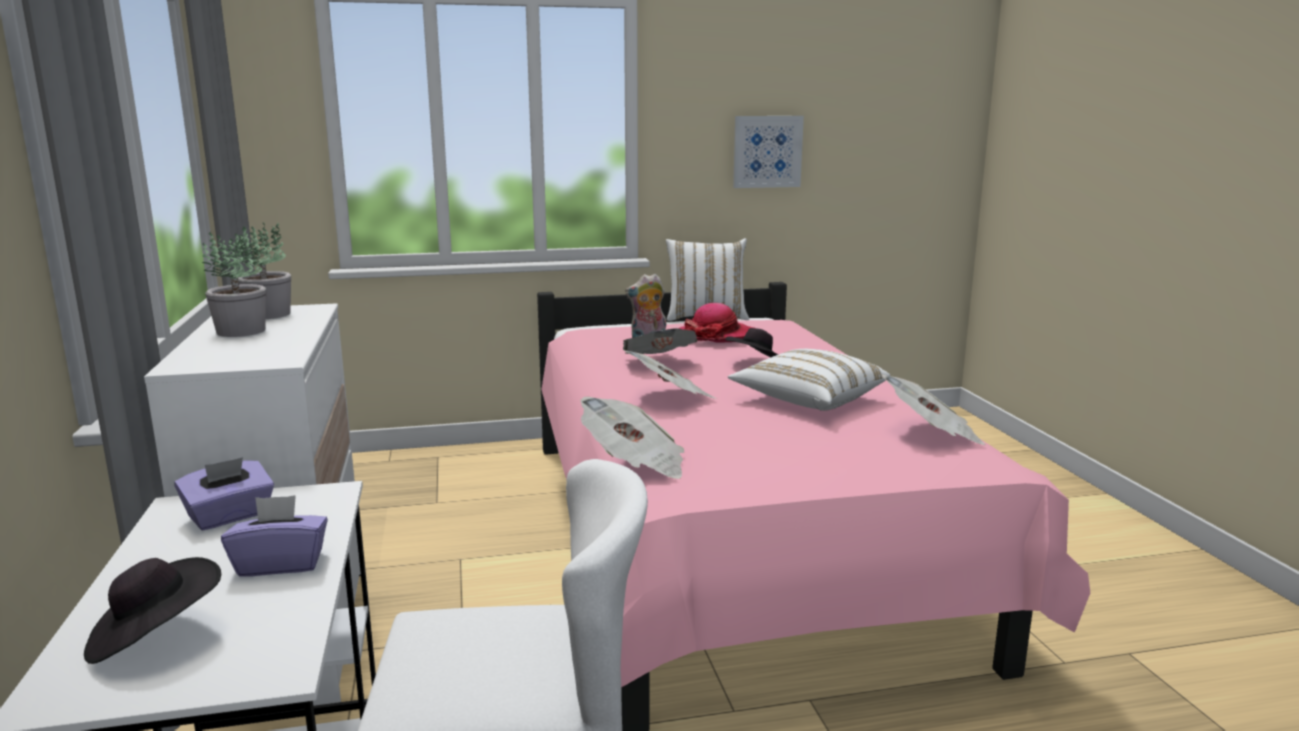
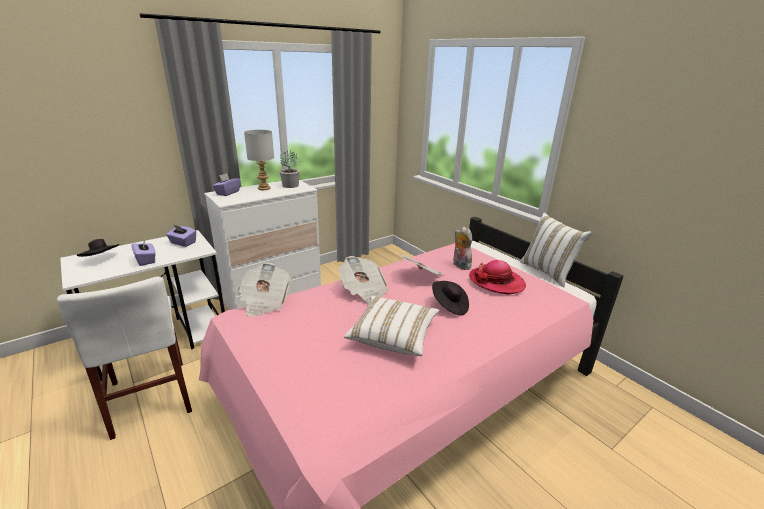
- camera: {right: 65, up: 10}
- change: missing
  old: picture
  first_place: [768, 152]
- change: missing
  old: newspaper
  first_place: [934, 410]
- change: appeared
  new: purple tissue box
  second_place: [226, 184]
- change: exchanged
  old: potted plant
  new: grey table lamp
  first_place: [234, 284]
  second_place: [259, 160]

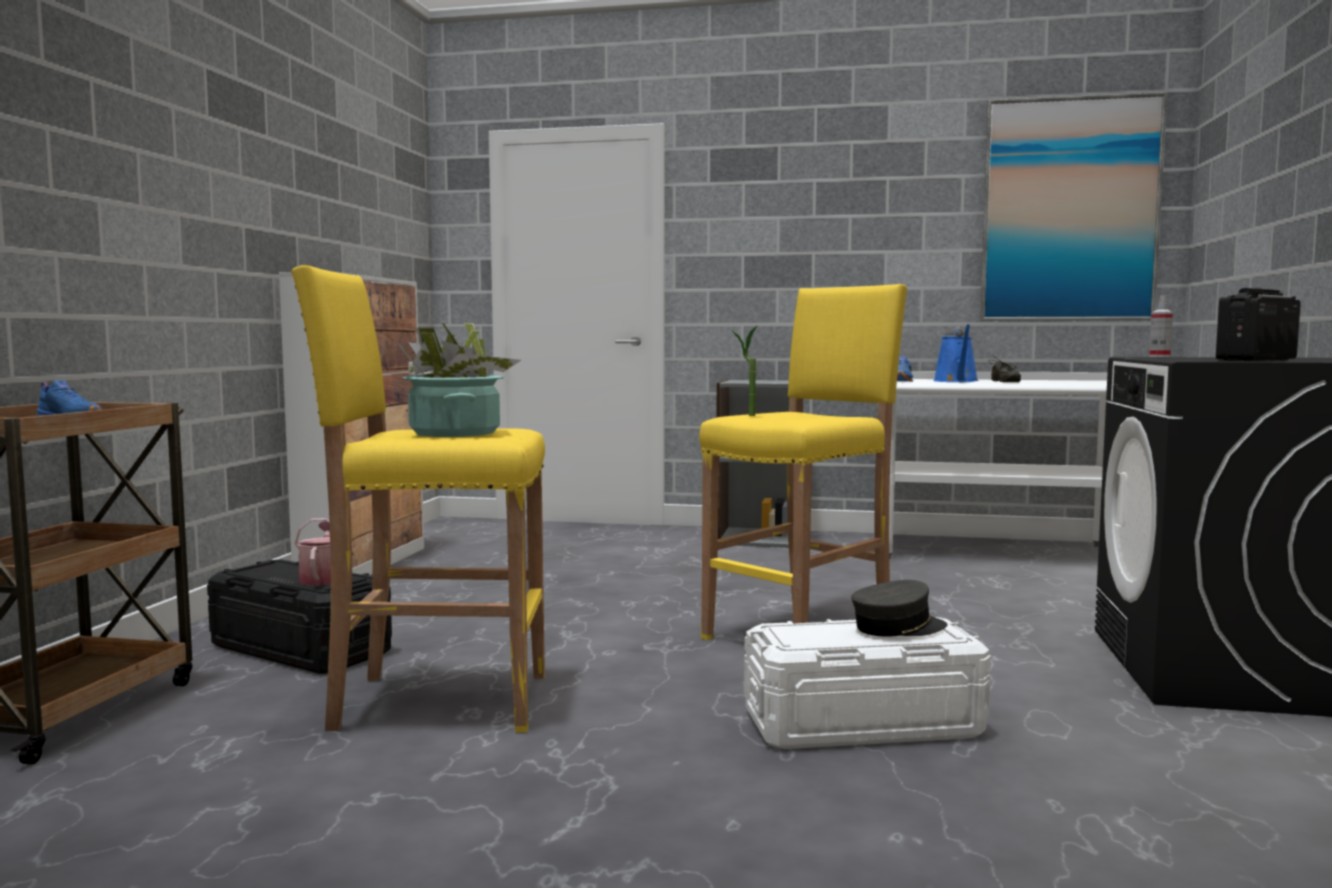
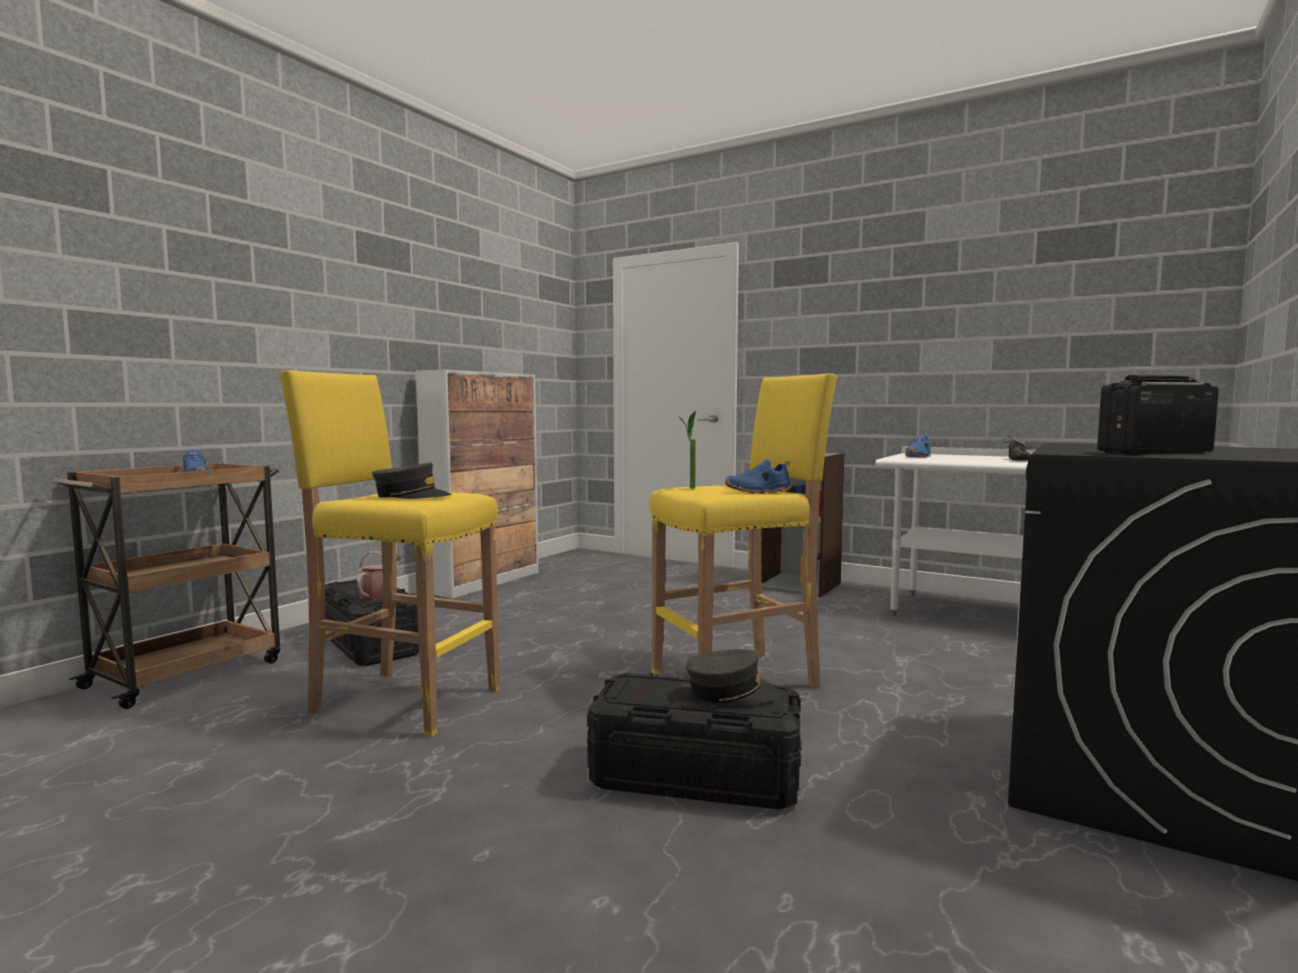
- camera: {right: 20, up: 0}
- change: missing
  old: blue watering can
  first_place: [955, 353]
- change: missing
  old: picture
  first_place: [1073, 206]
- change: missing
  old: spray bottle
  first_place: [1161, 326]
- change: appeared
  new: blue shoe
  second_place: [758, 477]
- change: exchanged
  old: potted plant
  new: grey cap
  first_place: [460, 380]
  second_place: [412, 480]
- change: colour
  old: white storage box
  new: black storage box
  first_place: [867, 683]
  second_place: [694, 741]

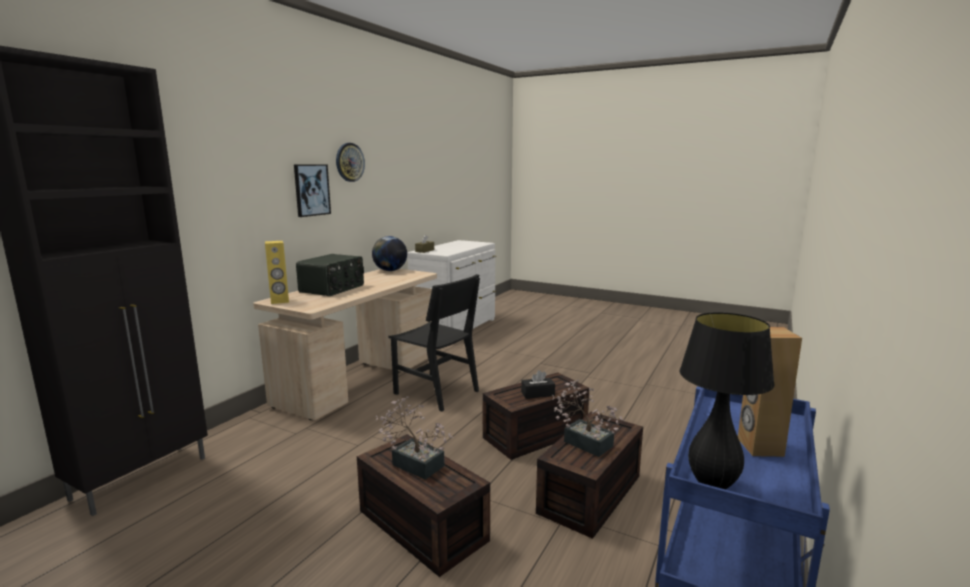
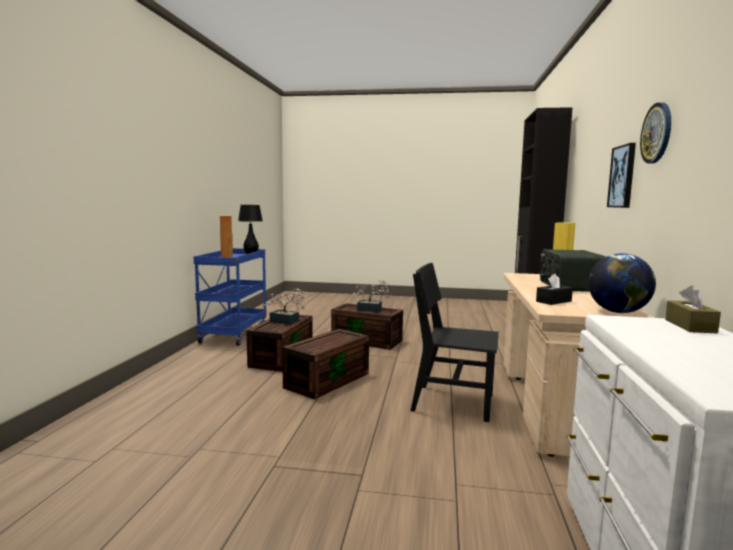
- camera: {right: 160, up: -5}
- change: relocated
  old: black tissue box
  first_place: [538, 384]
  second_place: [554, 289]

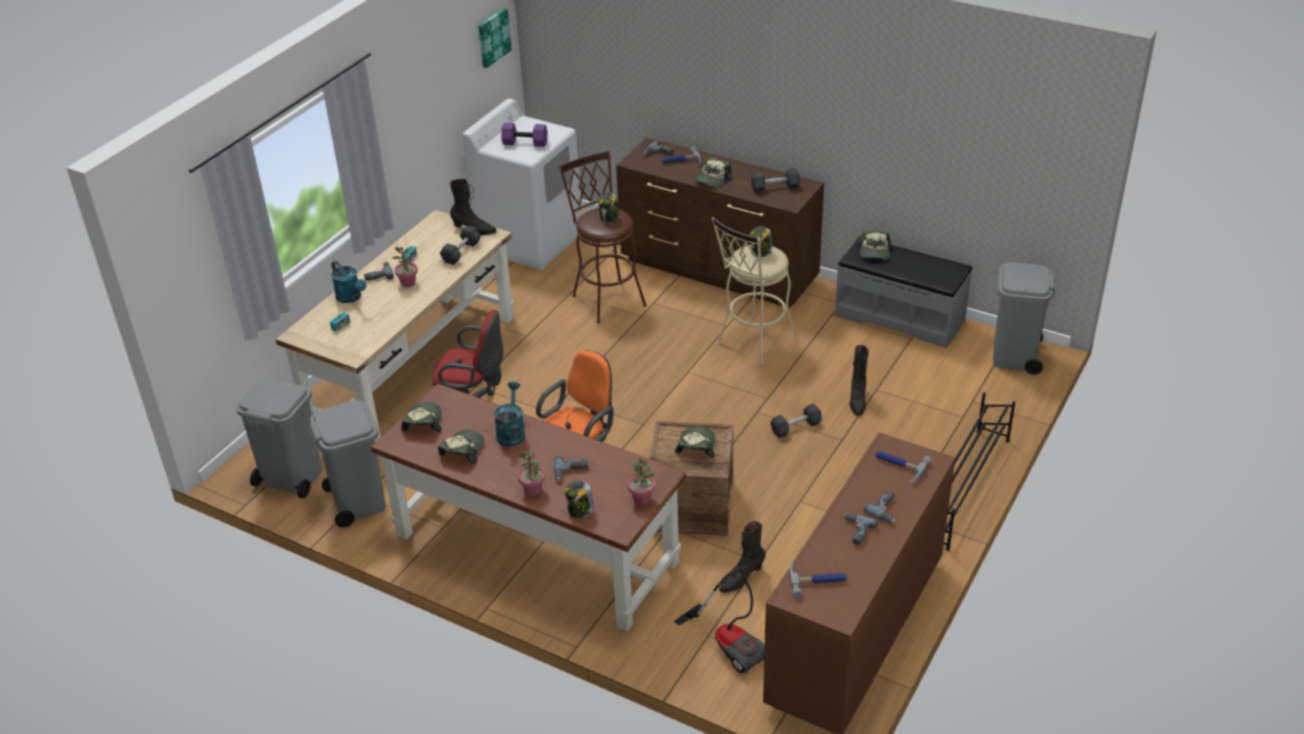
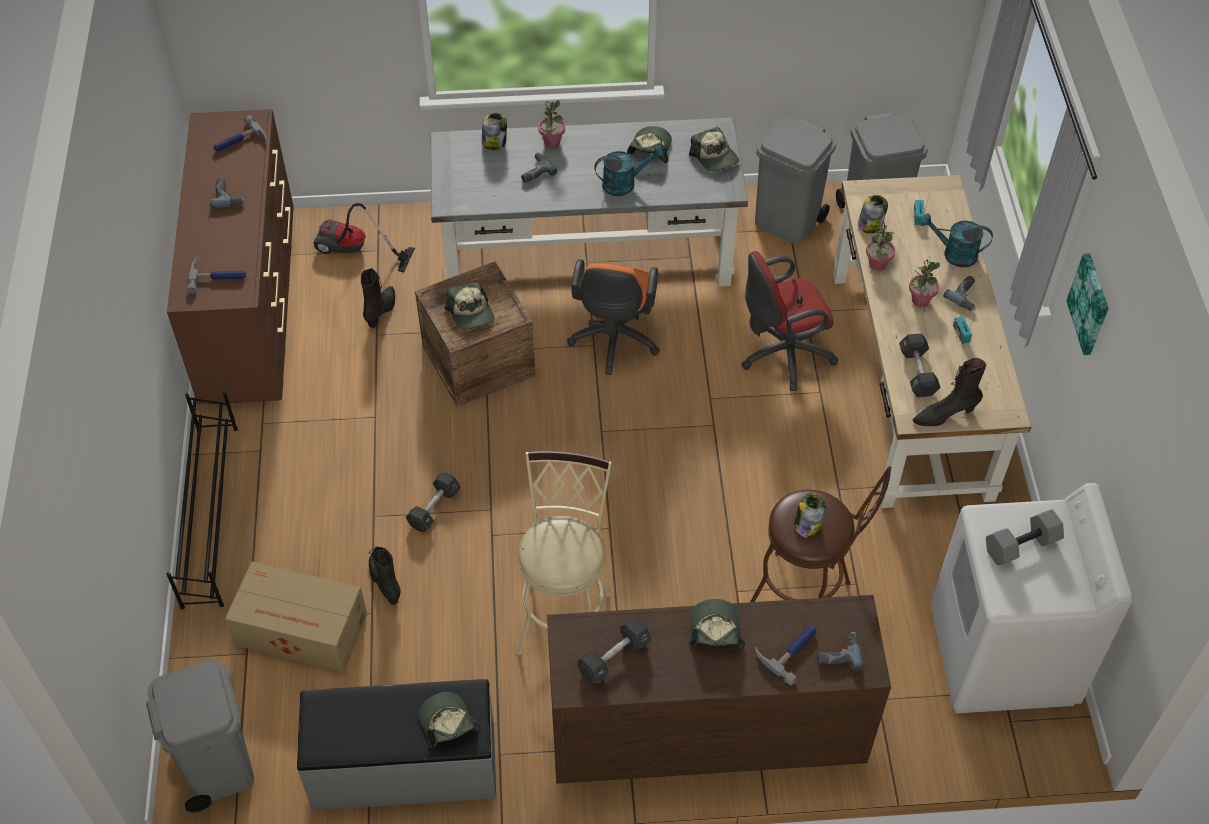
- camera: {right: 145, up: 15}
- change: missing
  old: power drill
  first_place: [879, 507]
- change: appeared
  new: cardboard box
  second_place: [296, 616]
- change: relocated
  old: picture
  first_place: [495, 38]
  second_place: [1087, 304]
- change: relocated
  old: potted plant
  first_place: [641, 481]
  second_place: [880, 246]
- change: relocated
  old: jar
  first_place: [761, 241]
  second_place: [873, 214]
- change: colour
  old: brown desk
  new: grey desk
  first_place: [528, 507]
  second_place: [589, 202]
- change: colour
  old: purple dumbbell
  new: grey dumbbell
  first_place: [524, 135]
  second_place: [1025, 537]
- change: spun
  old: cap
  first_place: [461, 447]
  second_place: [649, 144]
  degrees: -150
- change: spun
  old: turquoise watering can
  first_place: [509, 414]
  second_place: [629, 170]
  degrees: -75

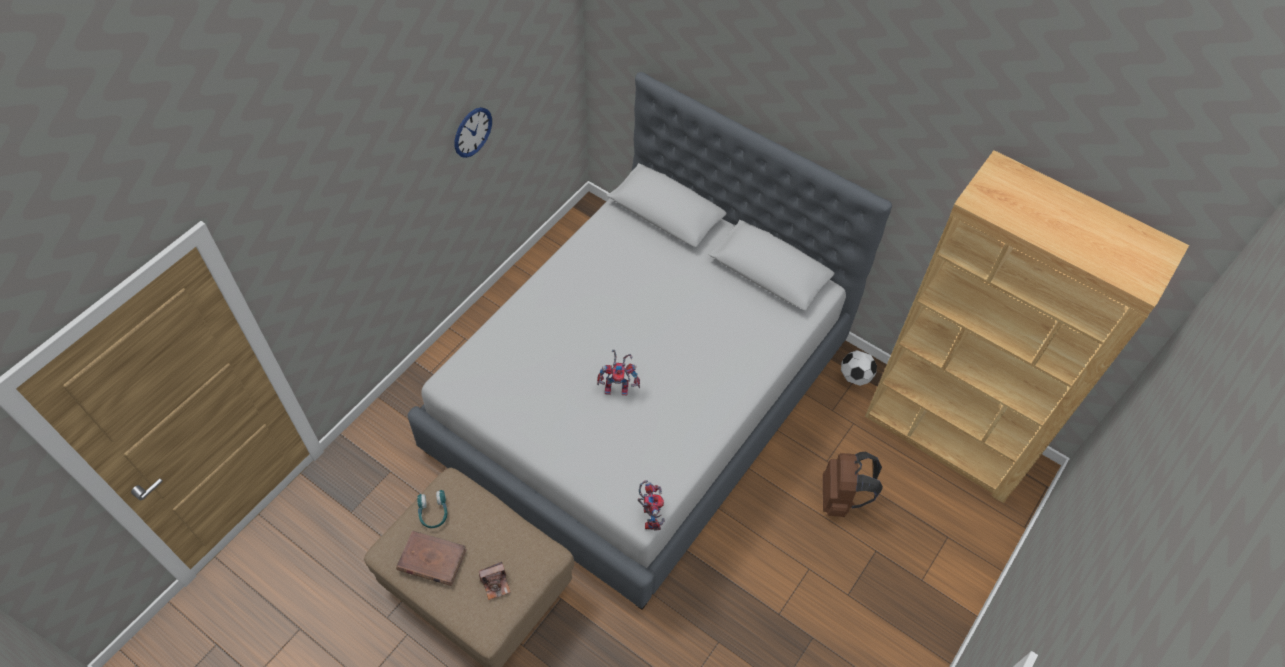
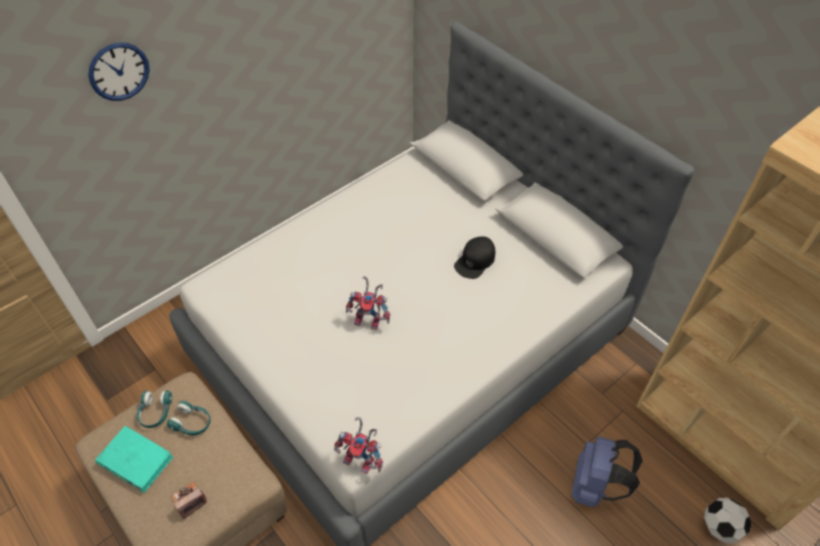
- camera: {right: 15, up: -5}
- change: appeared
  new: turquoise headphones
  second_place: [188, 418]
- change: appeared
  new: black cap
  second_place: [474, 257]
- change: relocated
  old: wall clock
  first_place: [473, 132]
  second_place: [119, 71]
- change: relocated
  old: football
  first_place: [859, 368]
  second_place: [727, 520]
- change: colour
  old: brown book
  new: turquoise book
  first_place: [431, 558]
  second_place: [134, 459]
- change: colour
  old: brown backpack
  new: blue backpack
  first_place: [853, 484]
  second_place: [607, 472]
- change: spun
  old: photo camera
  first_place: [495, 581]
  second_place: [189, 500]
  degrees: 150
- change: spun
  old: toy robot
  first_place: [651, 505]
  second_place: [358, 445]
  degrees: 105

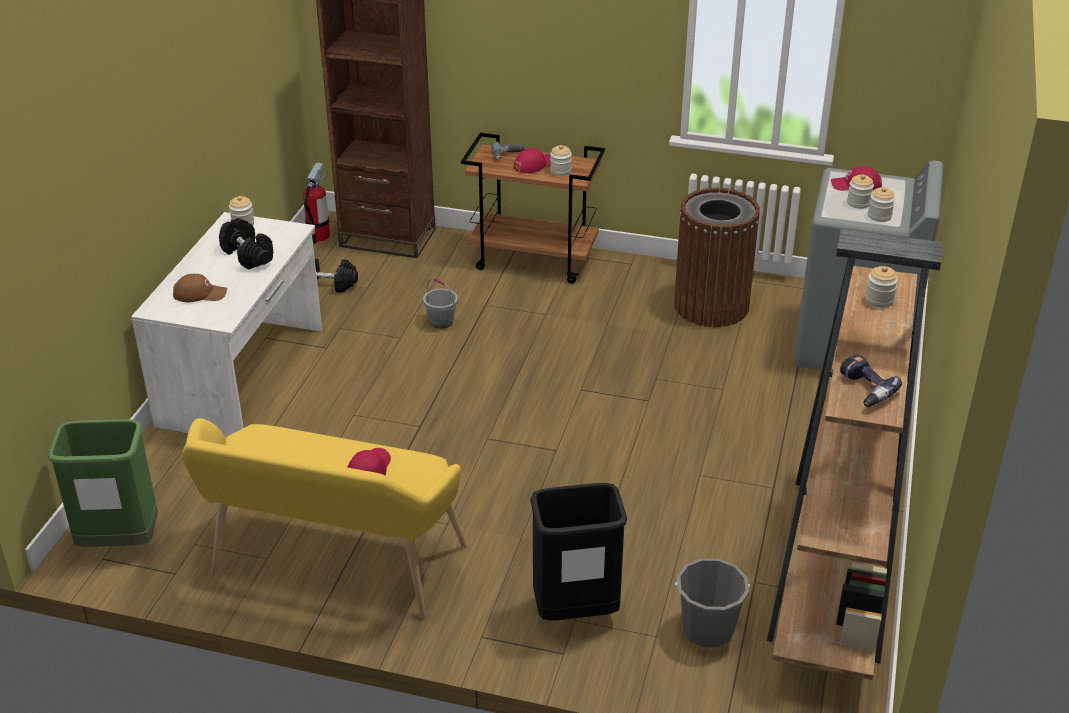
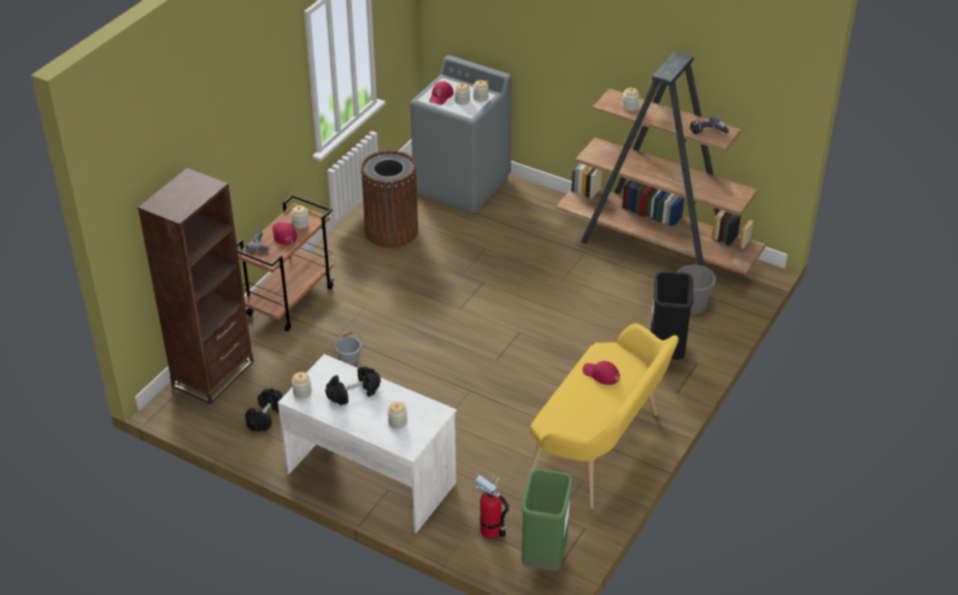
- camera: {right: -75, up: 5}
- change: relocated
  old: fire extinguisher
  first_place: [316, 203]
  second_place: [491, 506]
- change: exchanged
  old: brown cap
  new: jar
  first_place: [200, 288]
  second_place: [397, 415]

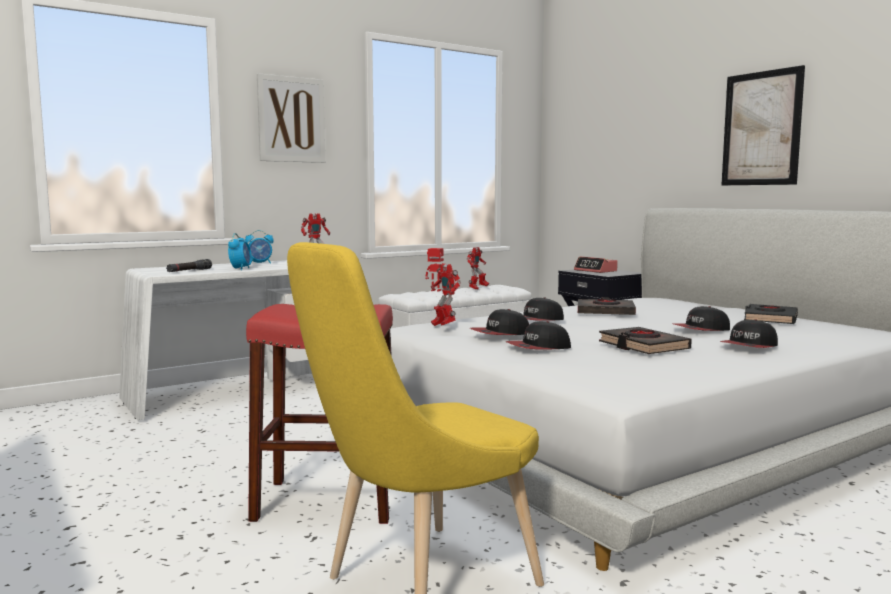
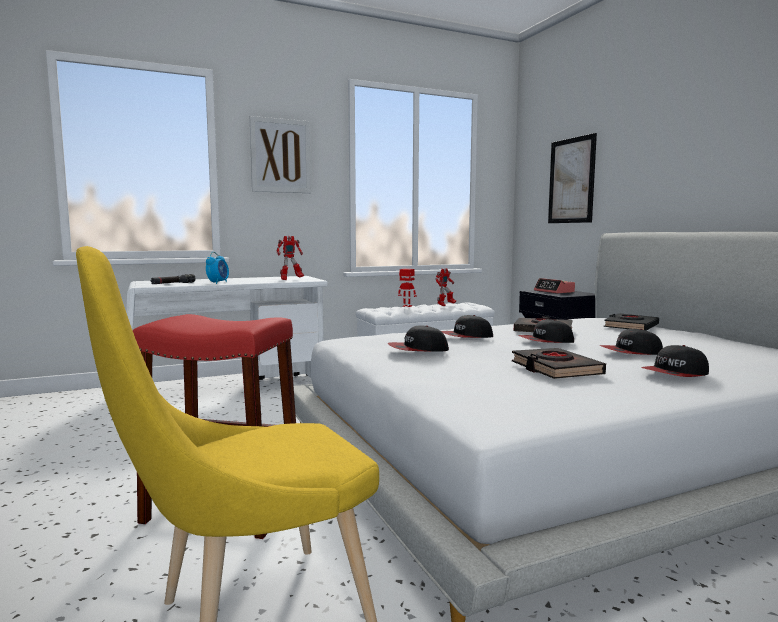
- camera: {right: 10, up: 0}
- change: missing
  old: alarm clock
  first_place: [259, 247]
- change: missing
  old: toy robot
  first_place: [446, 294]
- change: relocated
  old: cap
  first_place: [538, 335]
  second_place: [546, 331]
- change: relocated
  old: picture
  first_place: [763, 125]
  second_place: [572, 178]
- change: relocated
  old: black book
  first_place: [771, 314]
  second_place: [631, 322]

